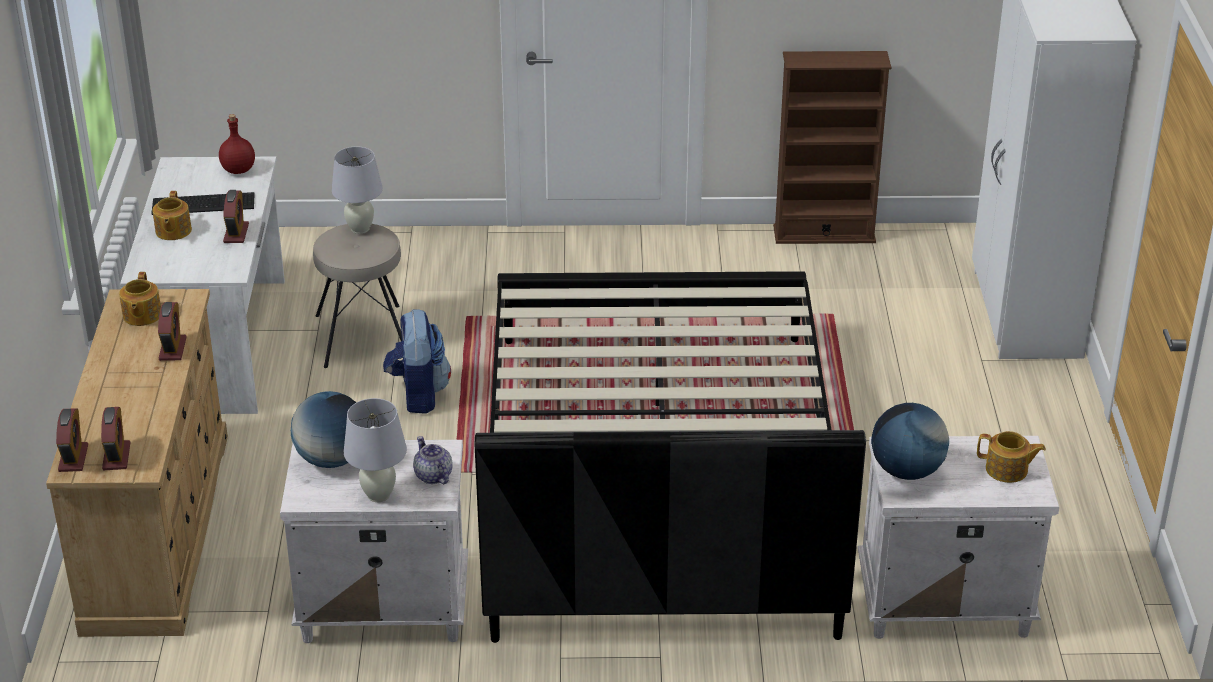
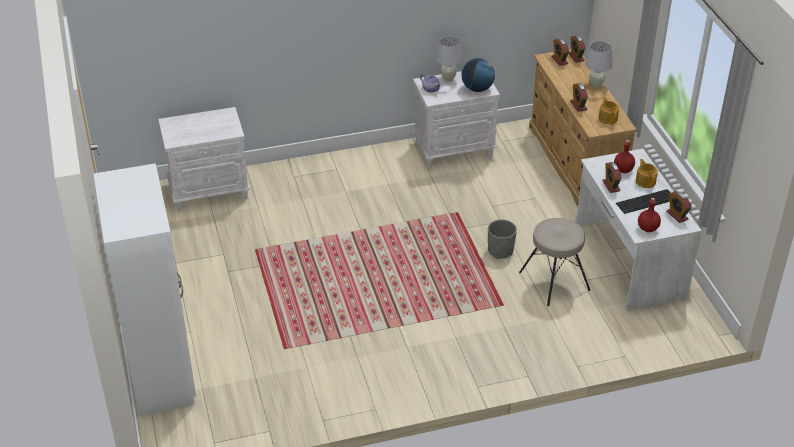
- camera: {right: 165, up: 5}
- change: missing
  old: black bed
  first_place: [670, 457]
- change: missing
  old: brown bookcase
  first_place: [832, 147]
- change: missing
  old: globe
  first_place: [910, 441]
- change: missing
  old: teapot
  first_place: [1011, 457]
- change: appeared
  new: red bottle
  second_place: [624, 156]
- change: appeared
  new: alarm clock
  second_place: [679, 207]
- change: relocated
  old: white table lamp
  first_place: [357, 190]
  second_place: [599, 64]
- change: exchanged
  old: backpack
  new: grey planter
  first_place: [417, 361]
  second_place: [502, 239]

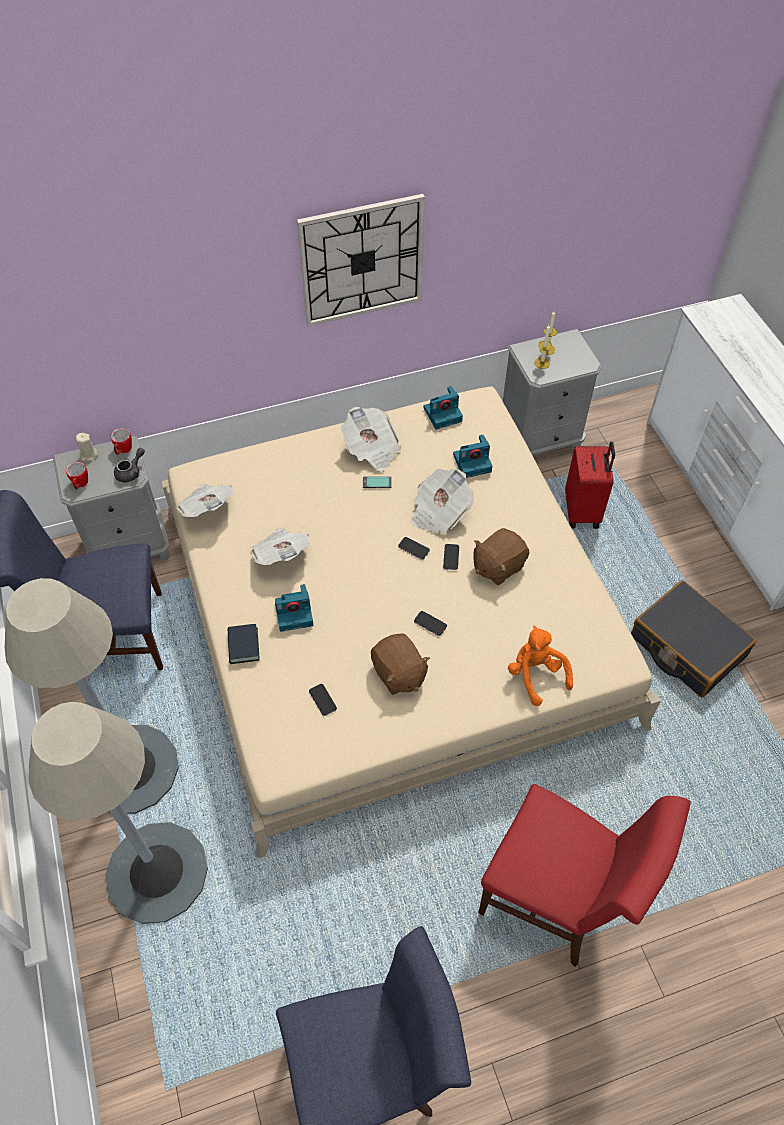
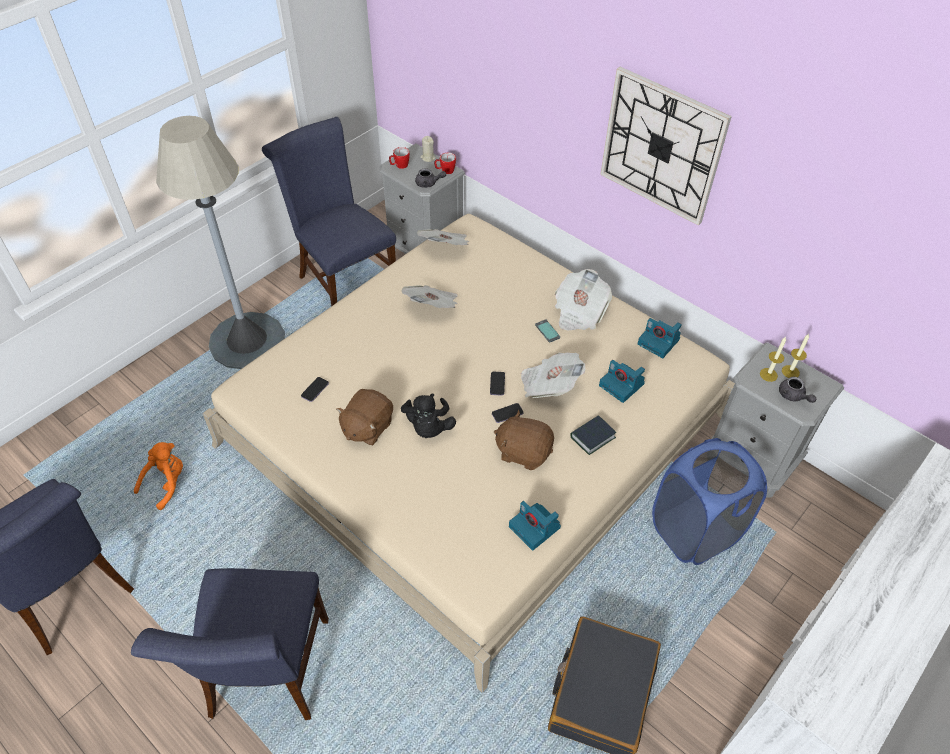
- camera: {right: 60, up: -5}
- change: missing
  old: grey floor lamp
  first_place: [118, 813]
- change: appeared
  new: grey teapot
  second_place: [797, 390]
- change: relocated
  old: book
  first_place: [244, 644]
  second_place: [593, 435]
- change: relocated
  old: photo camera
  first_place: [294, 608]
  second_place: [535, 525]
- change: relocated
  old: orange plush toy
  first_place: [540, 666]
  second_place: [158, 476]
- change: exchanged
  old: phone
  new: black plush toy
  first_place: [430, 623]
  second_place: [428, 415]
- change: exchanged
  old: red suitcase
  new: blue laundry basket
  first_place: [590, 485]
  second_place: [709, 501]
- change: colour
  old: red chair
  new: blue chair
  first_place: [584, 875]
  second_place: [230, 644]

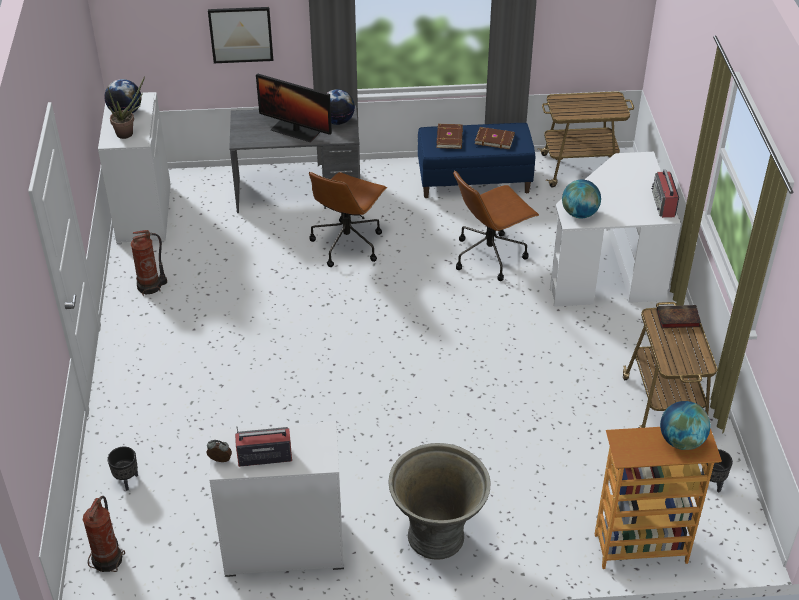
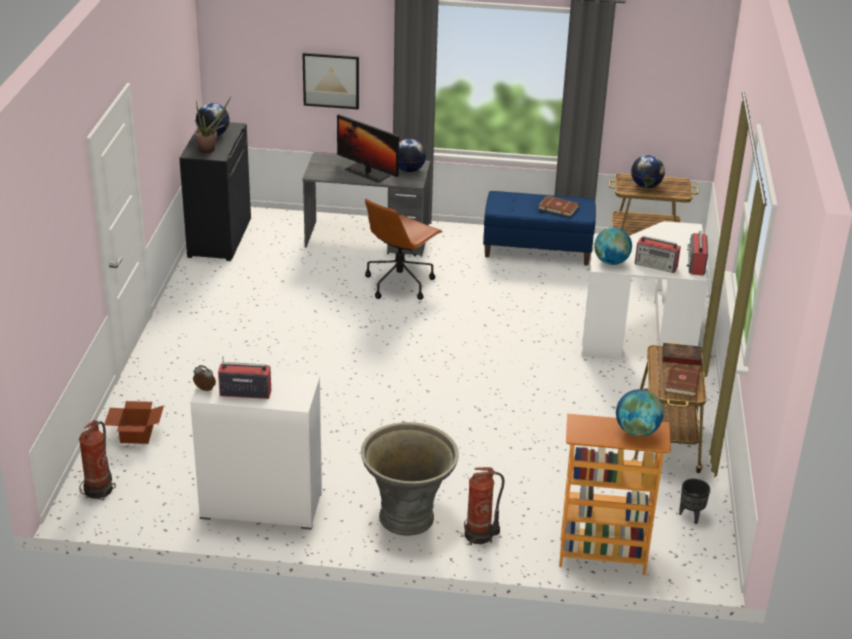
- camera: {right: 10, up: -10}
- change: missing
  old: brown office chair
  first_place: [496, 225]
- change: appeared
  new: globe
  second_place: [648, 171]
- change: appeared
  new: radio
  second_place: [658, 254]
- change: relocated
  old: fire extinguisher
  first_place: [149, 263]
  second_place: [484, 506]
- change: relocated
  old: brown book
  first_place: [450, 136]
  second_place: [683, 380]
- change: exchanged
  old: black planter
  new: cardboard box
  first_place: [122, 468]
  second_place: [134, 422]
- change: colour
  old: white cabinet
  new: black cabinet
  first_place: [134, 168]
  second_place: [215, 191]

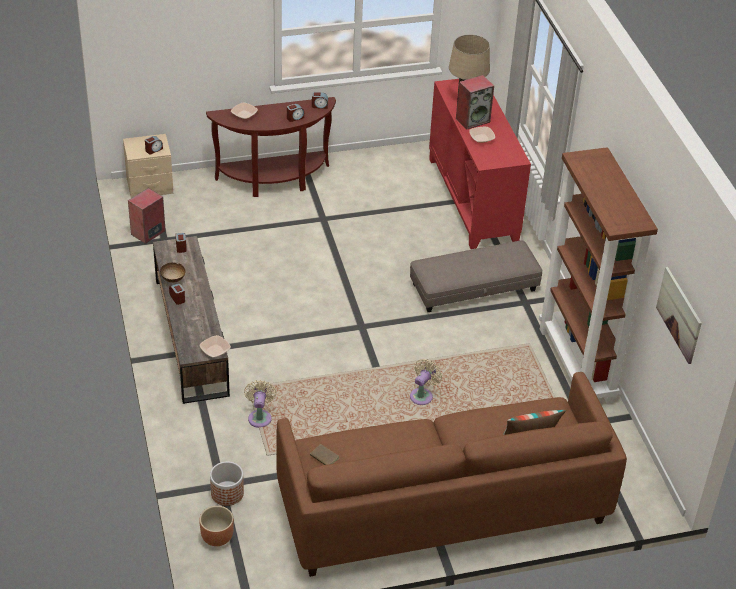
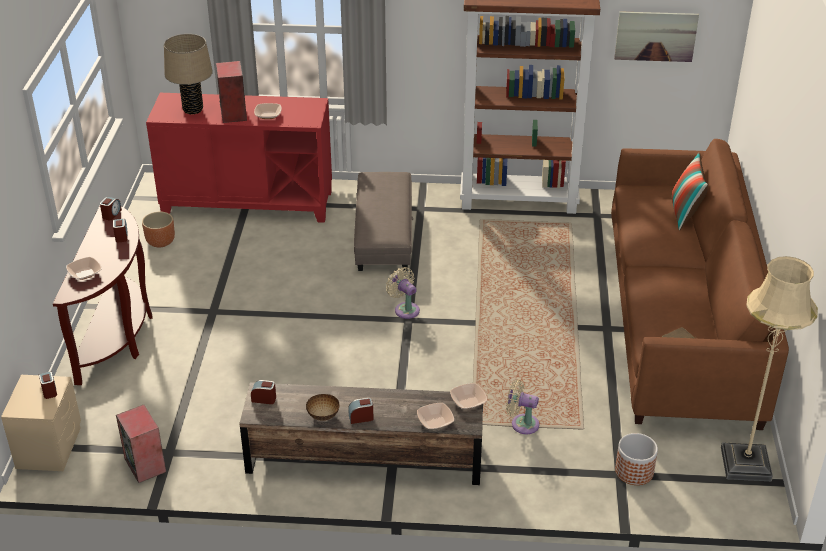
- camera: {right: -70, up: -5}
- change: appeared
  new: bowl
  second_place: [435, 416]
- change: appeared
  new: beige floor lamp
  second_place: [769, 369]
- change: relocated
  old: brown planter
  first_place: [216, 526]
  second_place: [158, 229]
- change: relocated
  old: beige fan
  first_place: [426, 382]
  second_place: [403, 293]

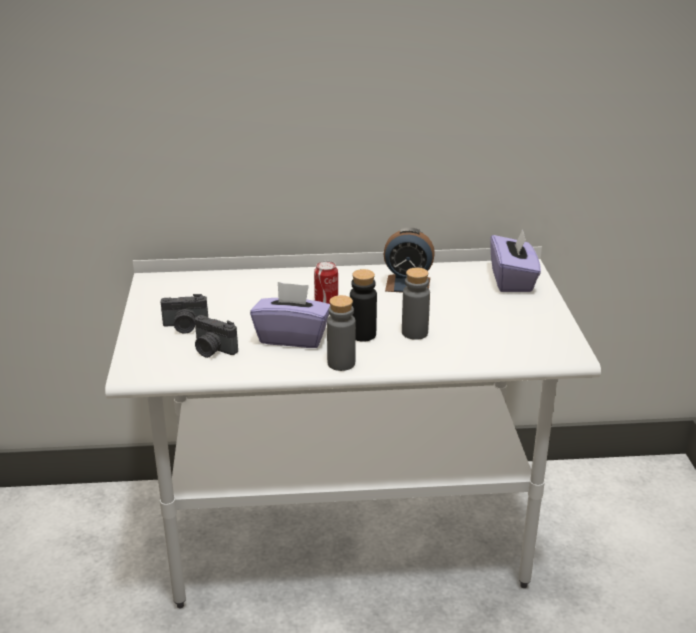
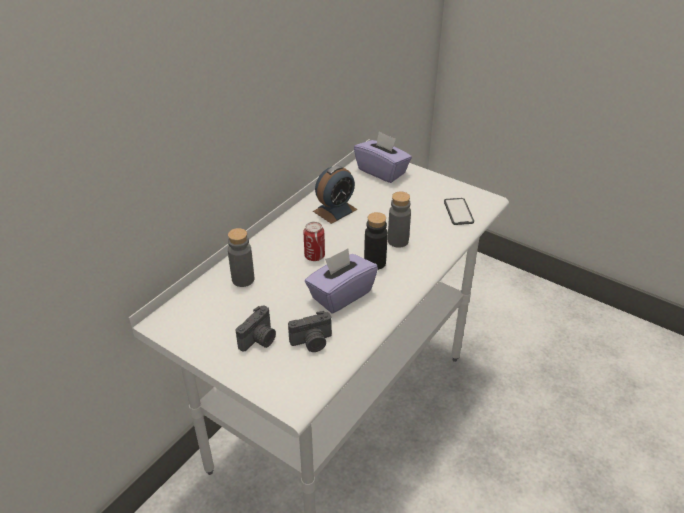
- camera: {right: -50, up: 10}
- change: appeared
  new: phone
  second_place: [459, 211]
- change: relocated
  old: grey bottle
  first_place: [341, 333]
  second_place: [241, 257]

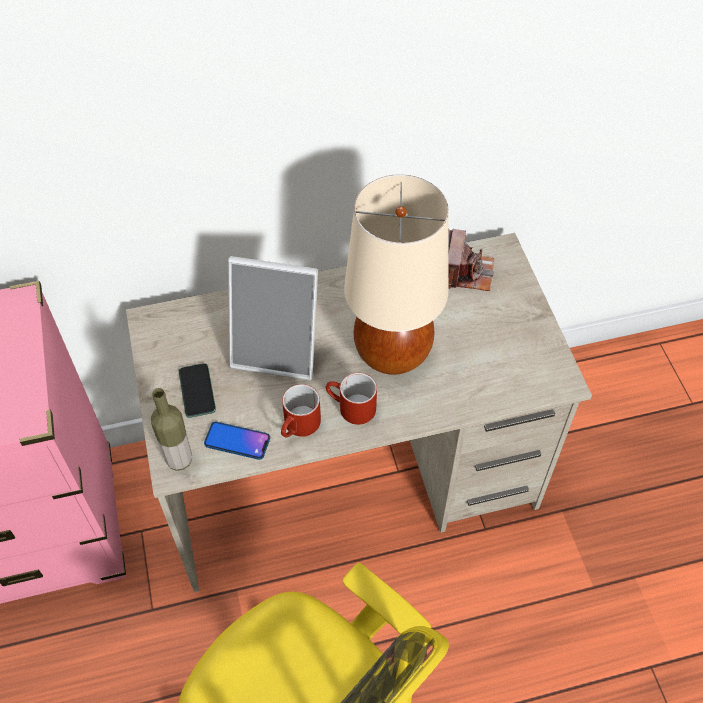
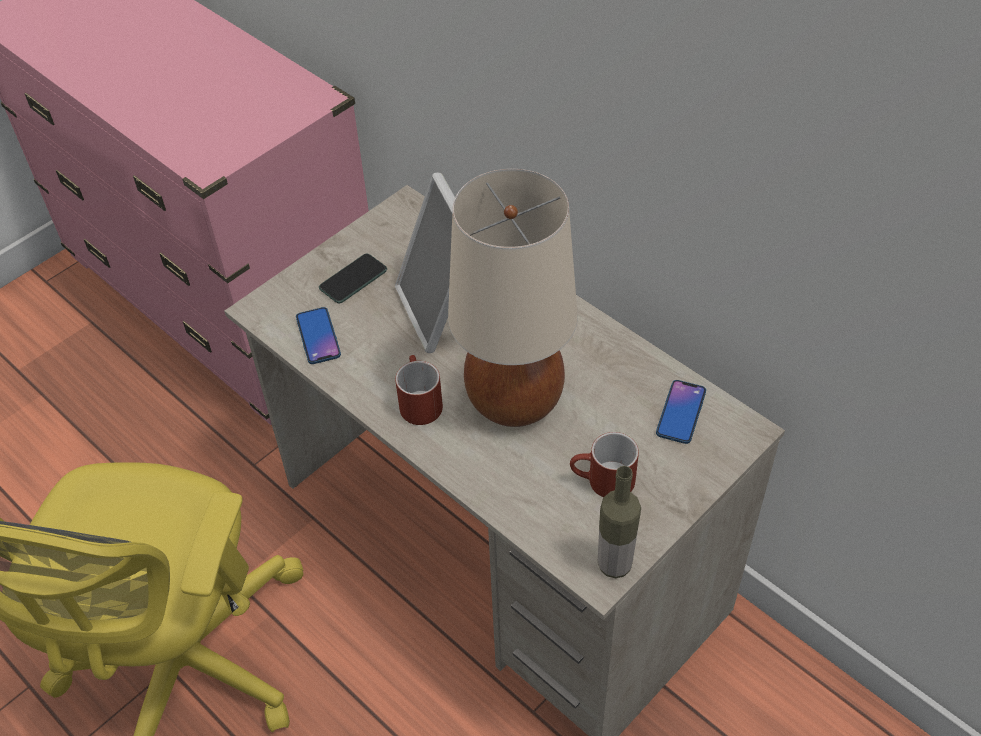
- camera: {right: 60, up: -5}
- change: relocated
  old: bottle
  first_place: [171, 429]
  second_place: [619, 522]
- change: relocated
  old: red mug
  first_place: [301, 410]
  second_place: [604, 464]
- change: exchanged
  old: photo camera
  new: phone
  first_place: [471, 260]
  second_place: [681, 412]

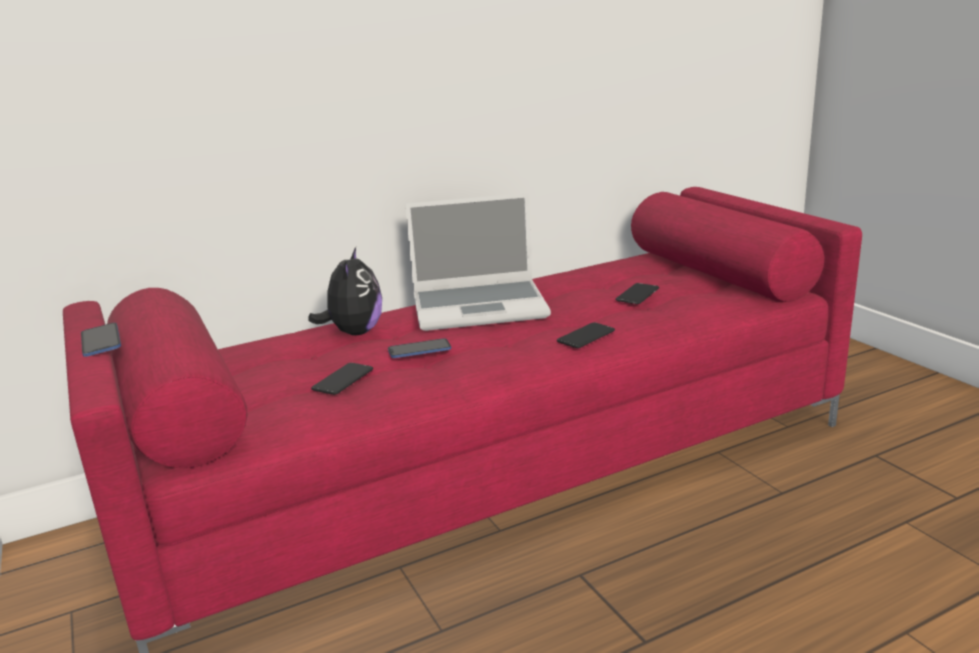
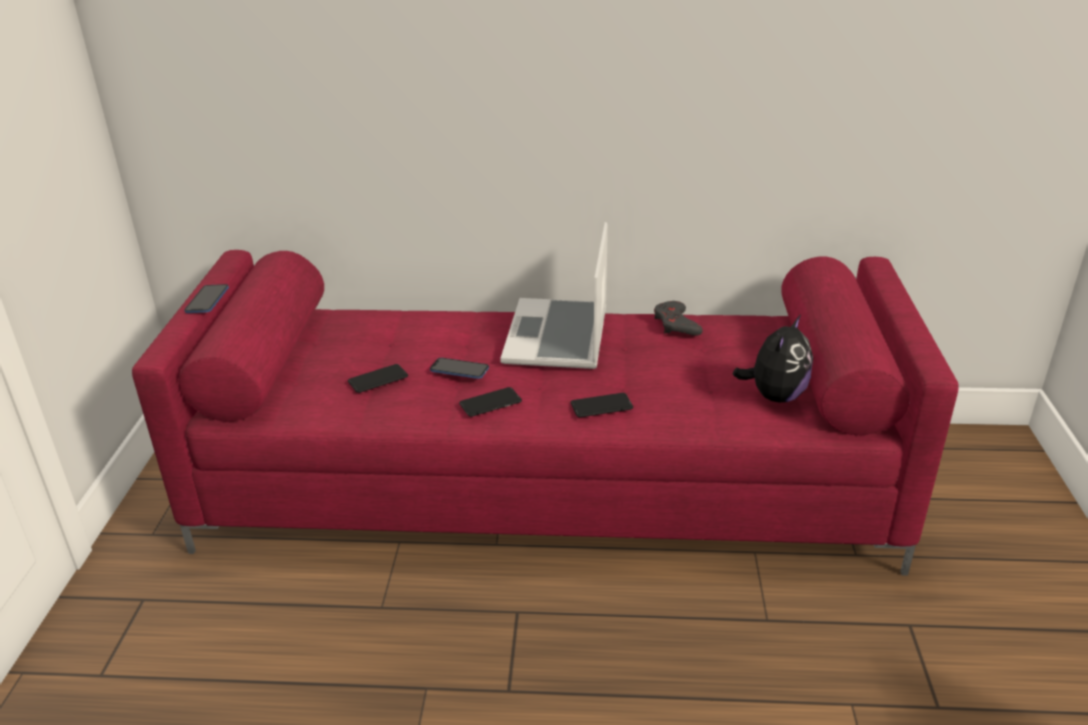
- camera: {right: 30, up: 10}
- change: appeared
  new: grey game controller
  second_place: [678, 318]
- change: relocated
  old: plush toy
  first_place: [345, 291]
  second_place: [773, 359]
- change: relocated
  old: phone
  first_place: [637, 293]
  second_place: [490, 402]
- change: spun
  old: laptop
  first_place: [478, 262]
  second_place: [554, 295]
  degrees: 75

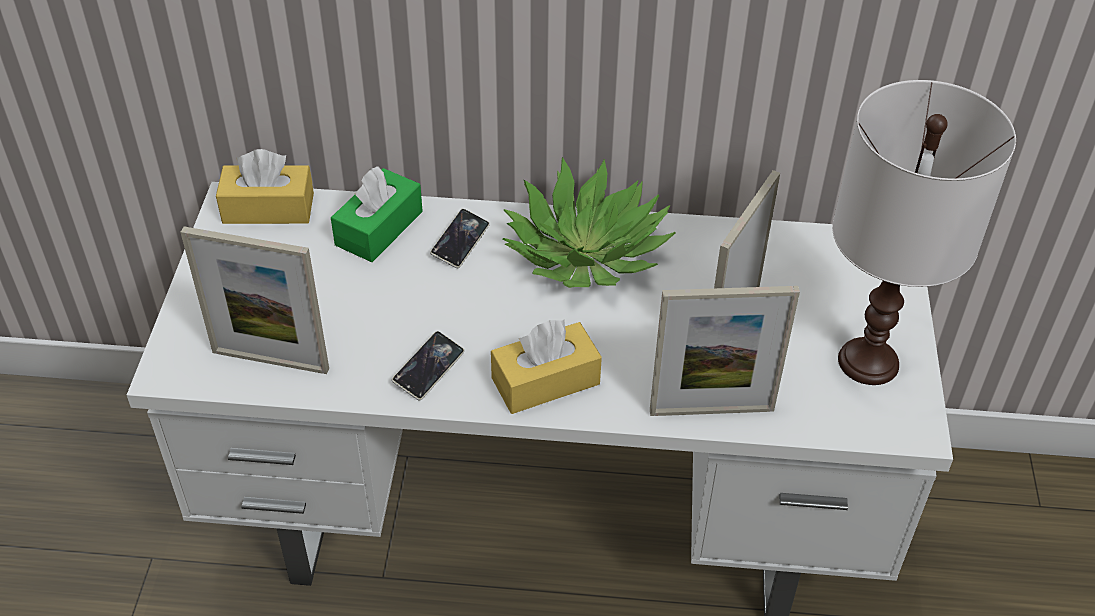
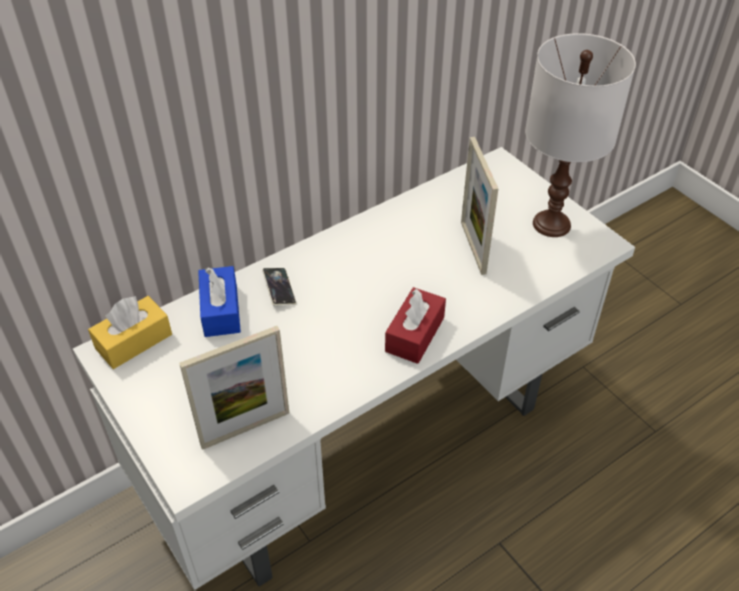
- camera: {right: -40, up: 0}
- change: missing
  old: phone
  first_place: [428, 365]
- change: missing
  old: potted plant
  first_place: [589, 222]
- change: missing
  old: picture frame
  first_place: [725, 351]
- change: colour
  old: green tissue box
  new: blue tissue box
  first_place: [377, 214]
  second_place: [219, 301]
- change: colour
  old: yellow tissue box
  new: red tissue box
  first_place: [546, 366]
  second_place: [415, 325]

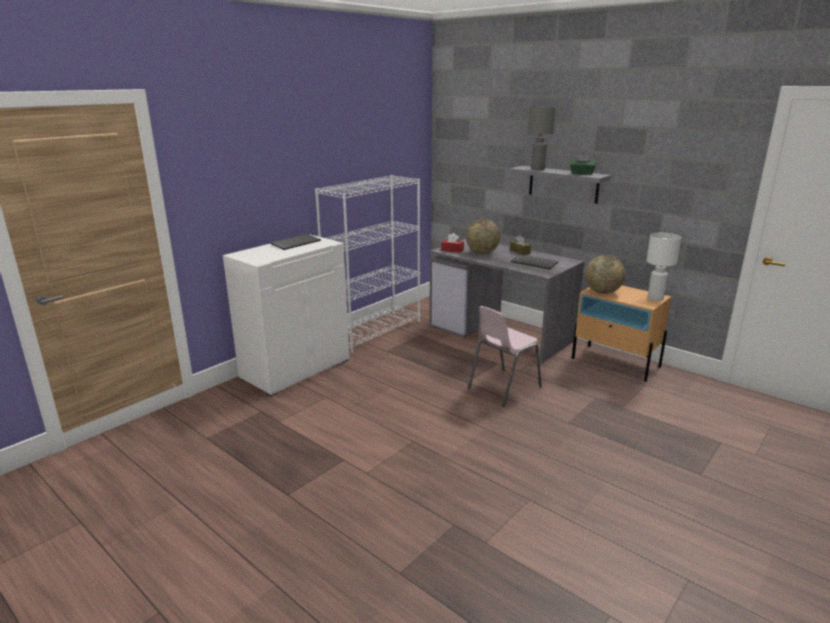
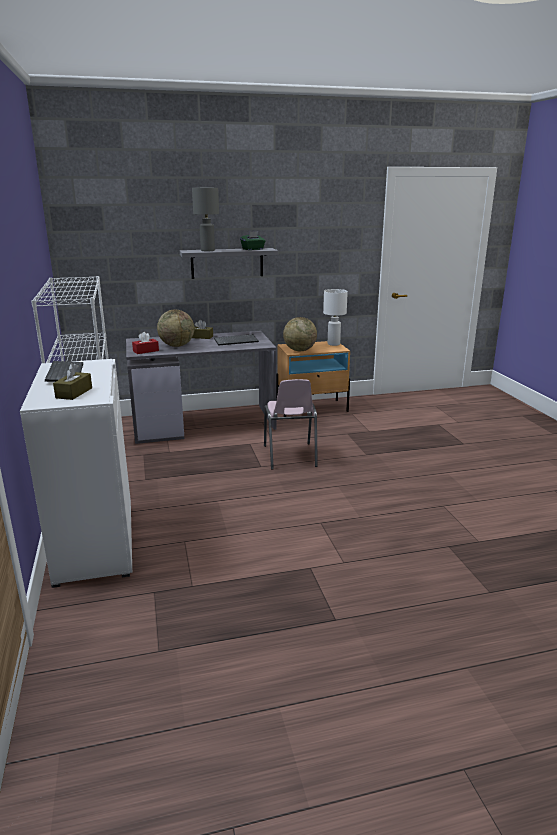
- camera: {right: -55, up: 0}
- change: appeared
  new: brown tissue box
  second_place: [72, 381]

